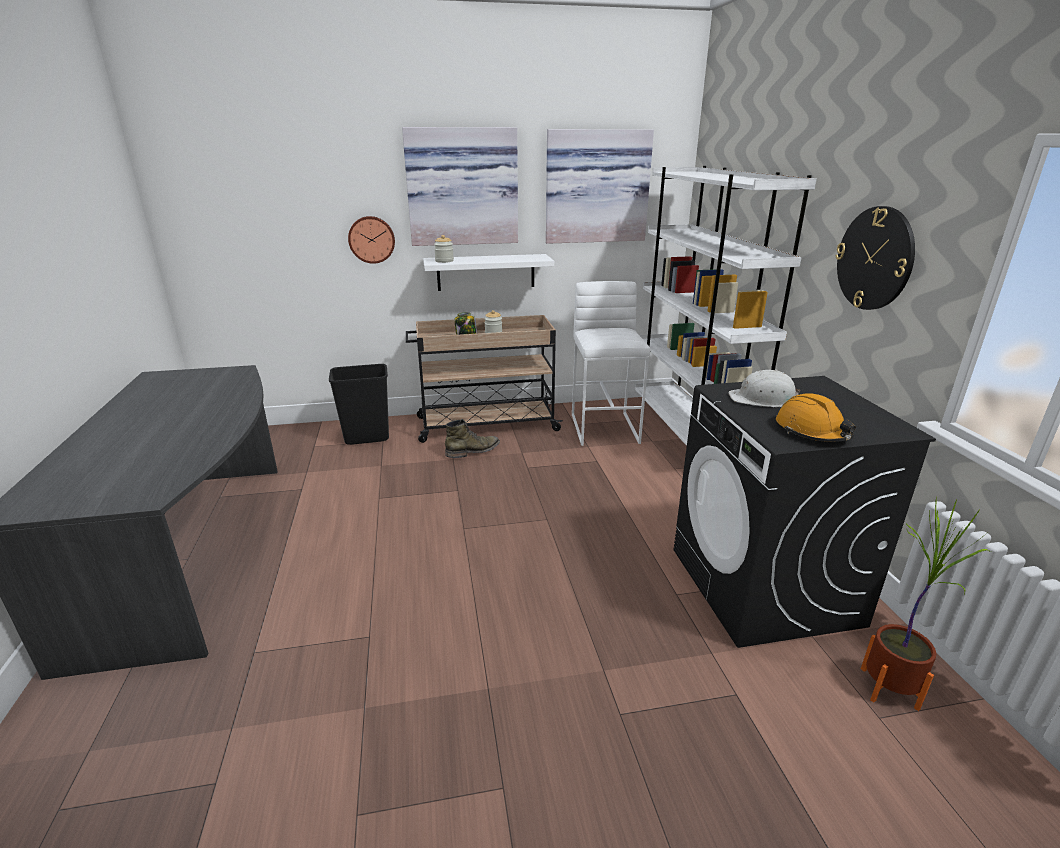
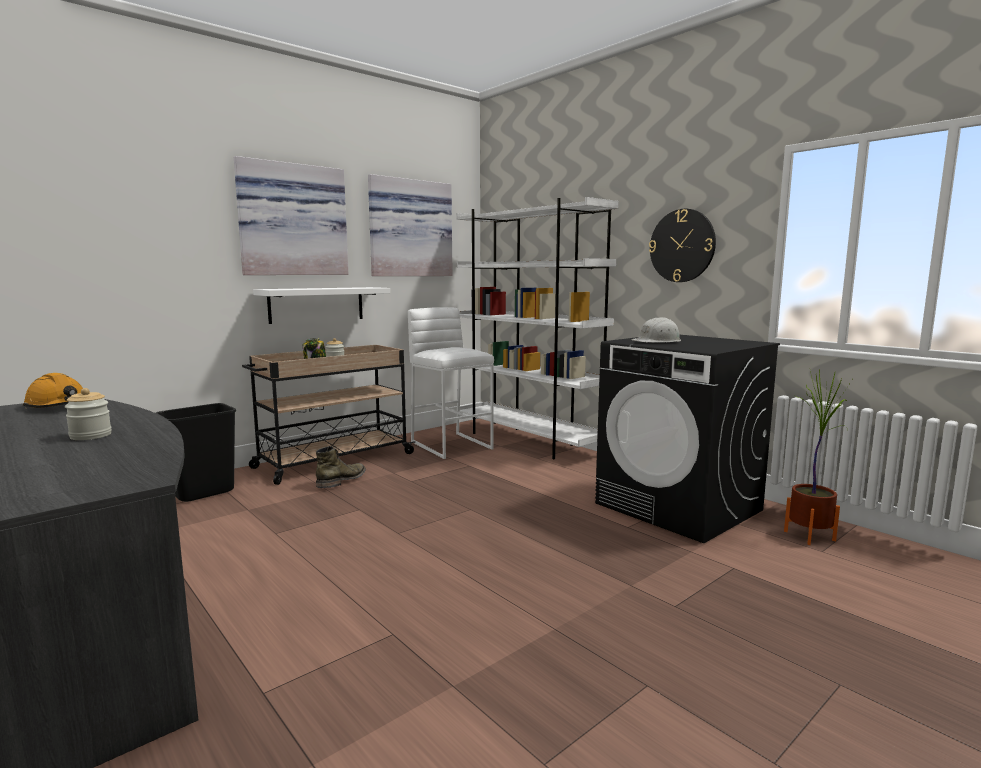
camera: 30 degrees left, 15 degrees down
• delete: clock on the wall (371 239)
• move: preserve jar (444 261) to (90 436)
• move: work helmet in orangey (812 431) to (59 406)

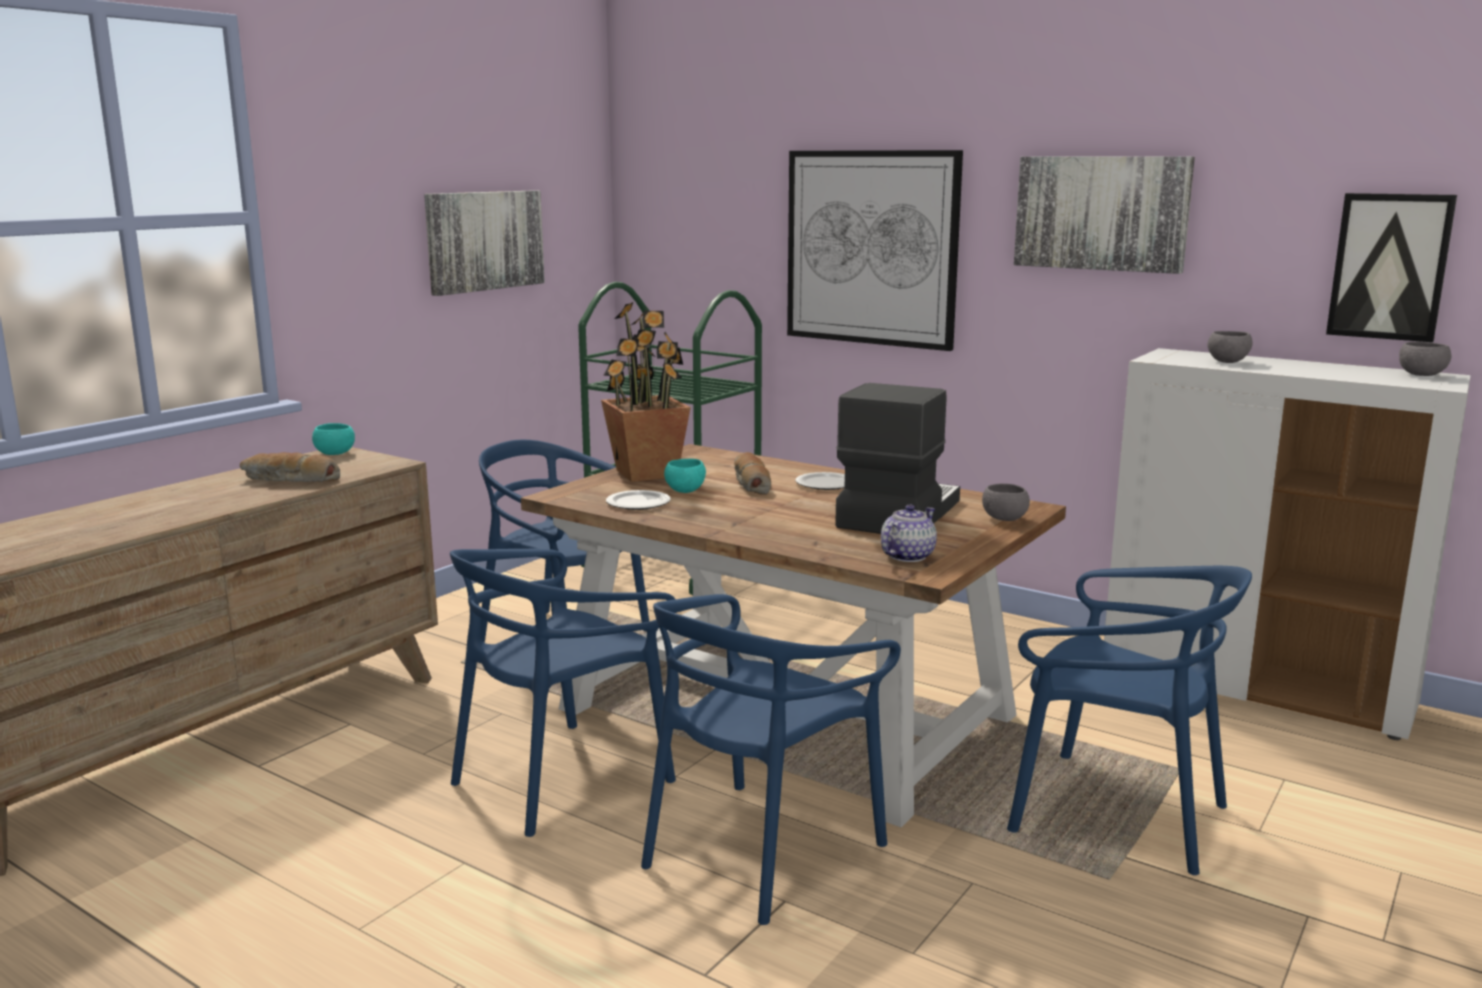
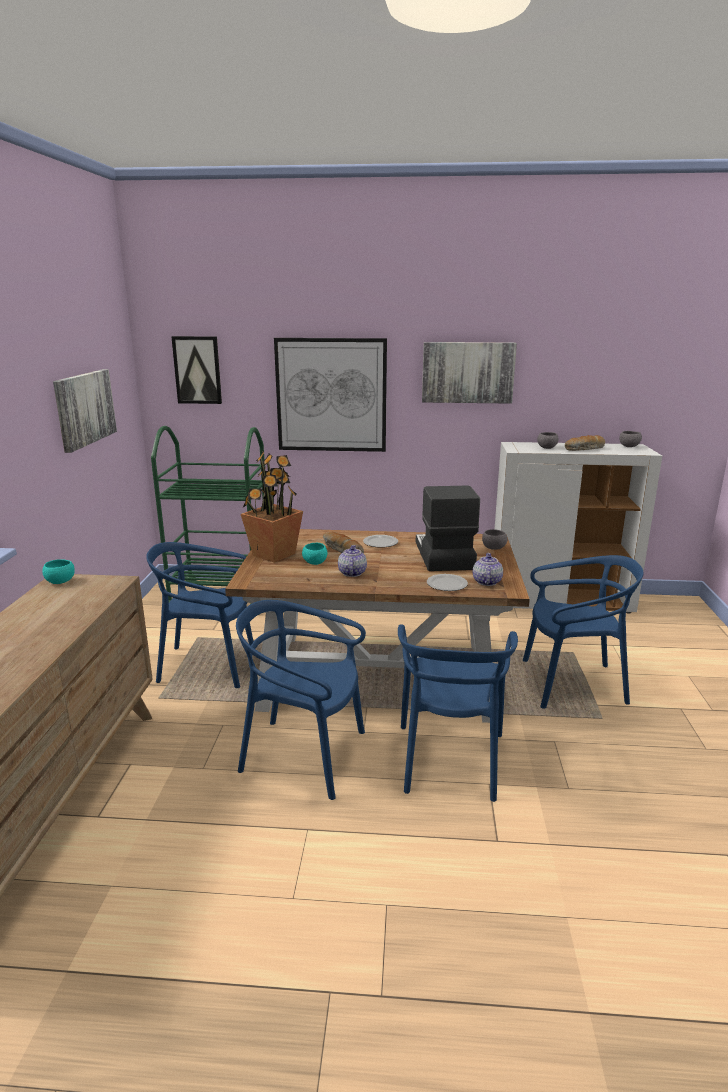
camera: 30 degrees left, 5 degrees up
• move: wall picture (1389 266) to (197 370)
• move: baked bread (290 480) to (584 449)
• move: flat dish (639 503) to (447 584)
• rotate: upright chair in bluish (561 778) = (304 755) 90 degrees clockwise
• insert: teapot (352 573)

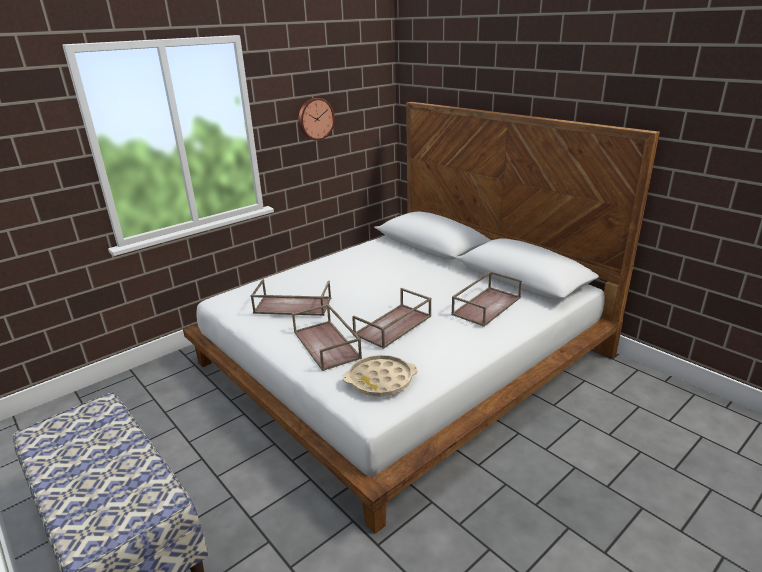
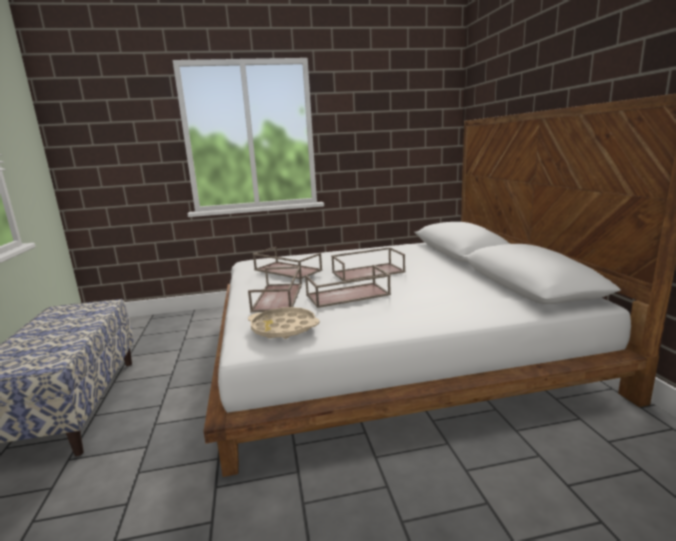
camera: 30 degrees right, 10 degrees down
• delete: clock on the wall (315 119)
• move: serving tray in brownish (486 305) to (368 272)

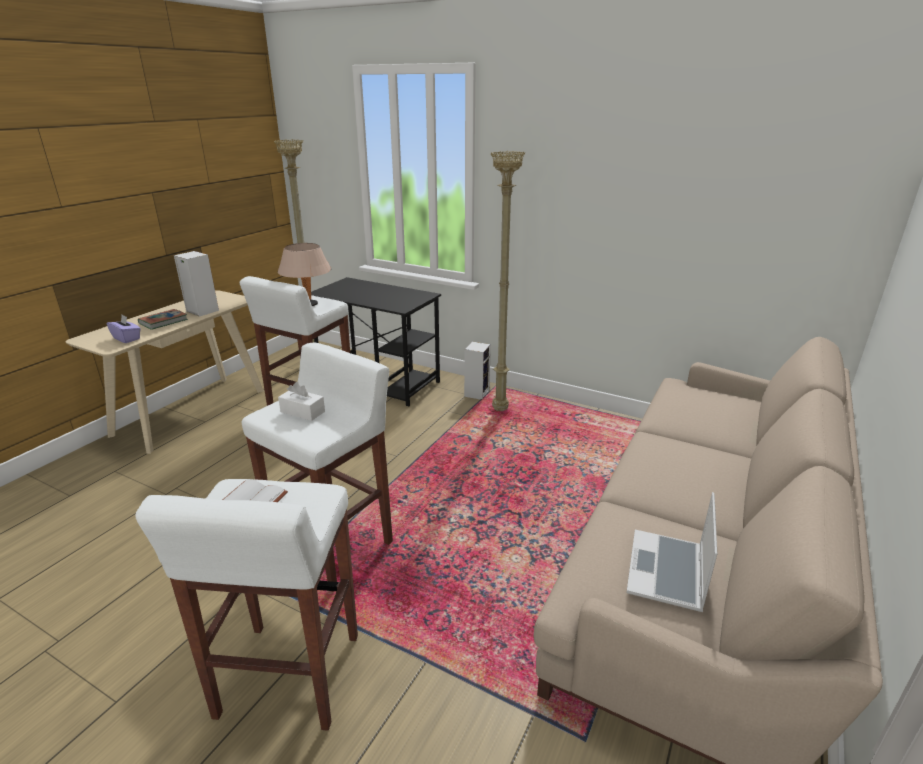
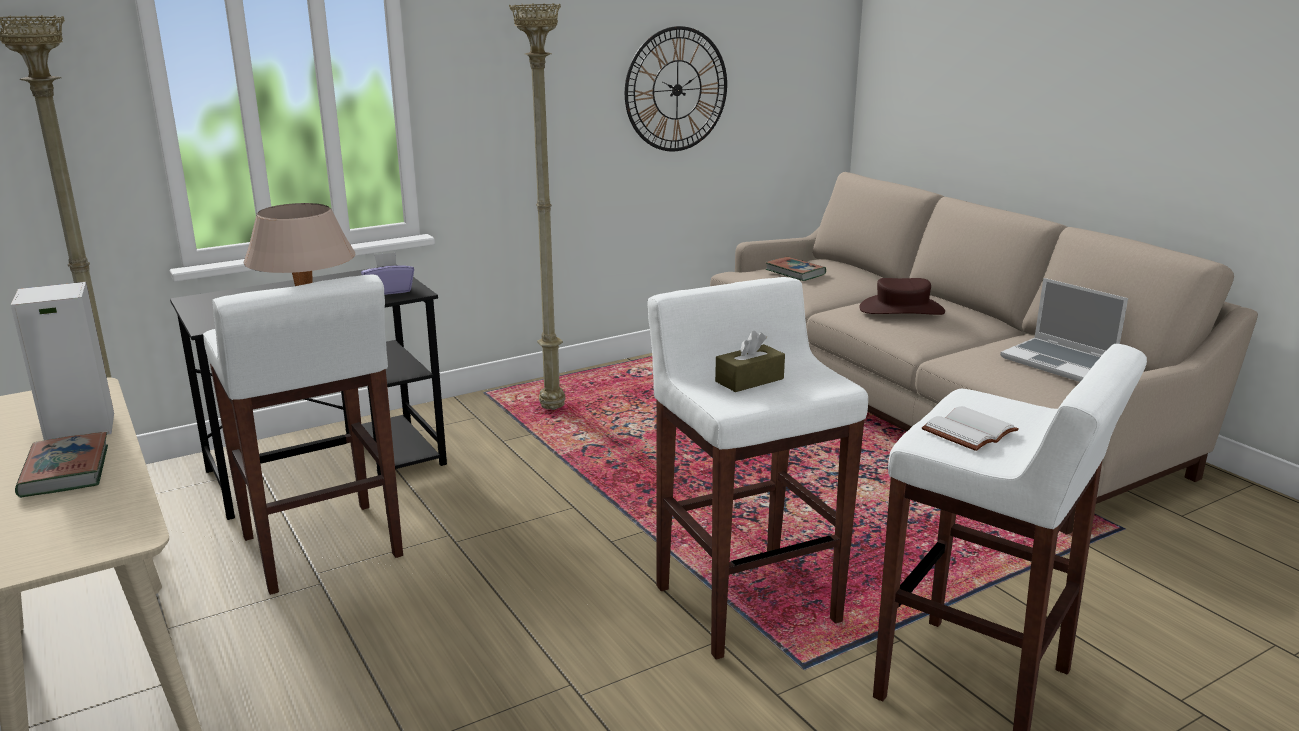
camera: 60 degrees left, 5 degrees down
• move: box of tissues in purple (127 338) to (389 291)
• delete: audio speaker (476 393)
• recolor: box of tissues in whitish (302 411) to box of tissues in brownish (749 380)
• insert: clock on the wall (676 90)
• insert: bound book (795 272)
• insert: wearable hat in brownish (901 310)

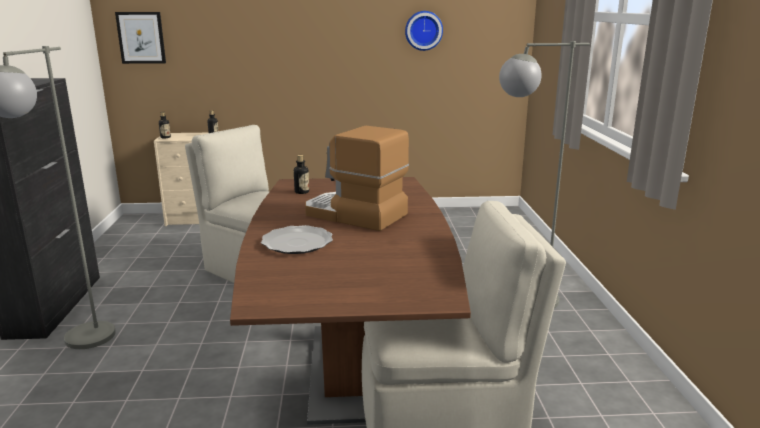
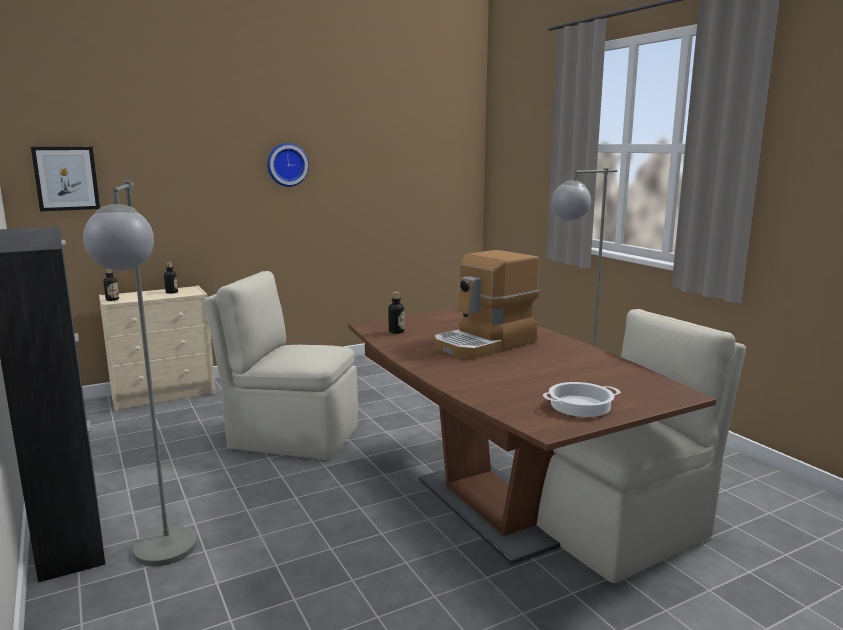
camera: 25 degrees left, 5 degrees down
• move: clock on the wall (423 30) to (286 164)
• rotate: coffee brewer (354 215) = (485 344) 45 degrees counterclockwise
• delete: flat dish (297 242)
• insert: cooking pot (580 406)

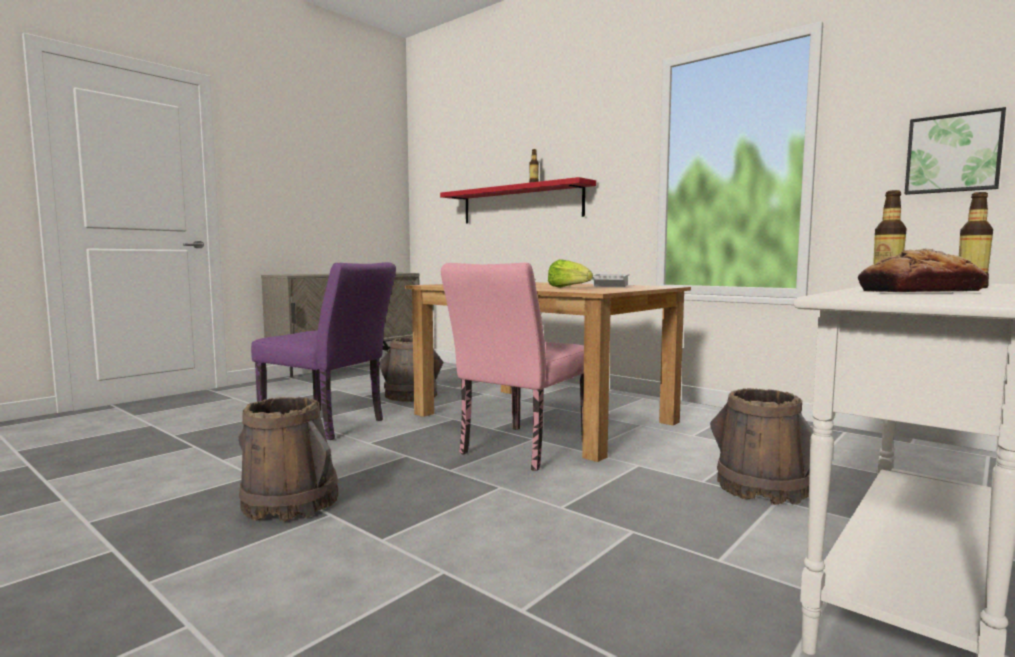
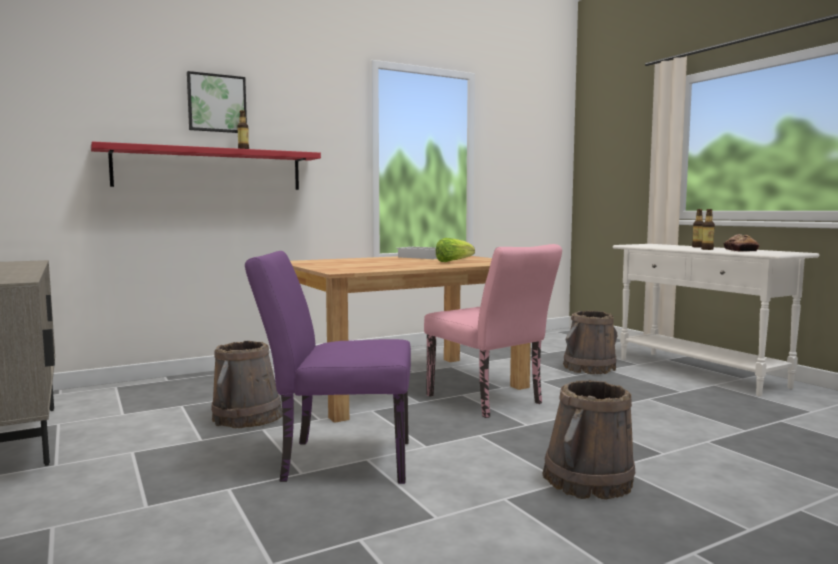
camera: 70 degrees left, 0 degrees up
• move: wall picture (953 153) to (216 103)
• rotate: upright chair in purple (330 425) = (336 460) 135 degrees counterclockwise

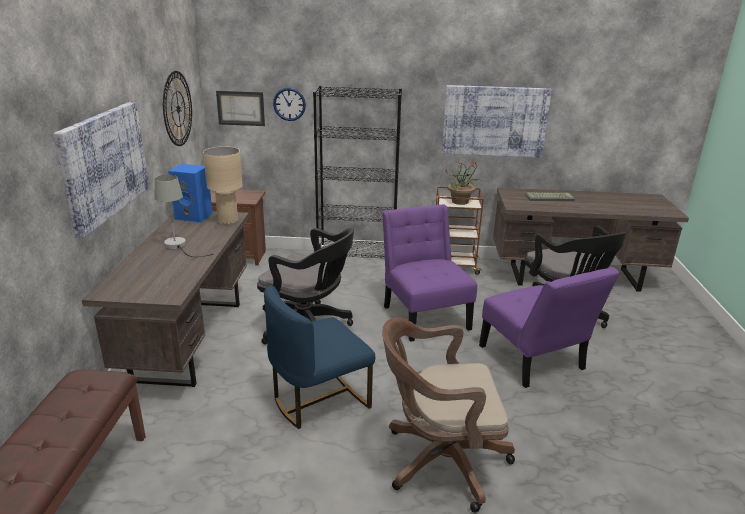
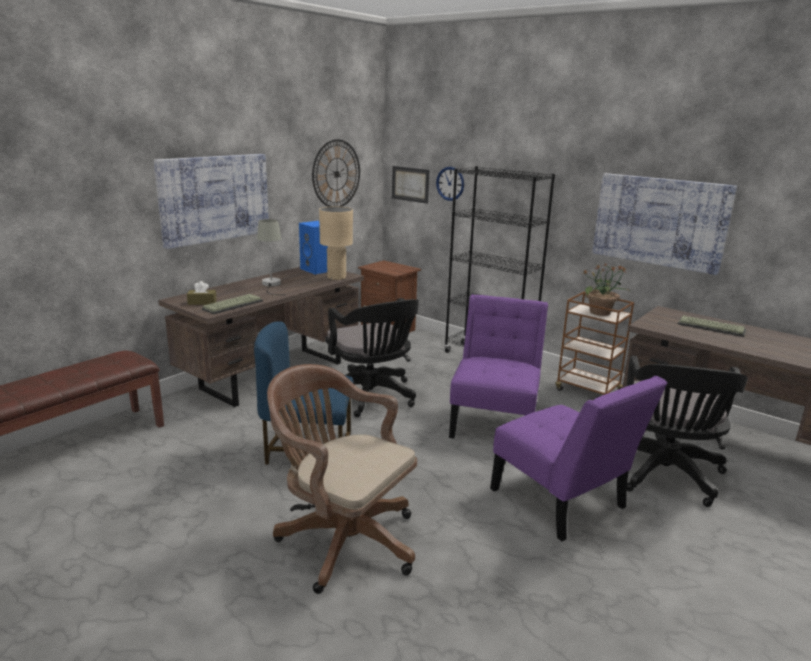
camera: 35 degrees right, 5 degrees down
• rotate: upright chair in purple (534 361) = (562 503) 45 degrees counterclockwise
• insert: box of tissues in brownish (202 302)
• insert: keyboard (233 305)

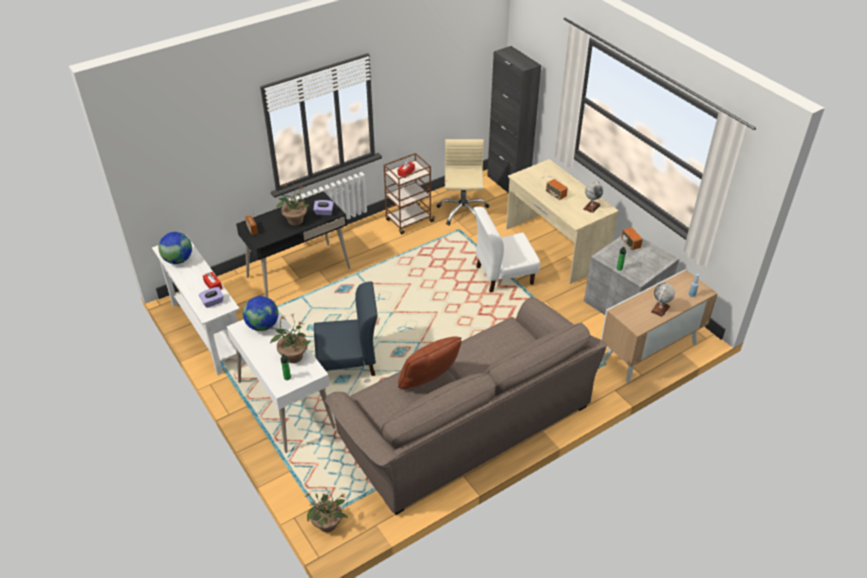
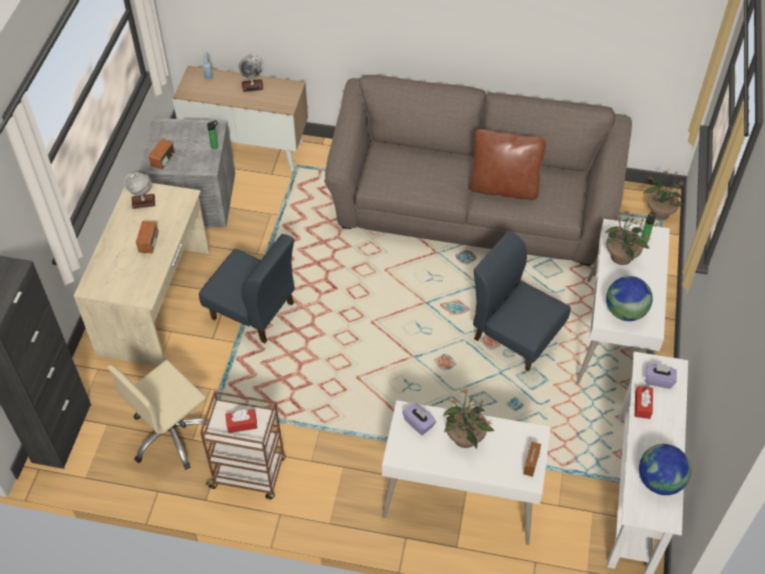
camera: 135 degrees left, 10 degrees up
• recolor: desk in black-coloured (298 273) to desk in whitish (460 499)
• recolor: upright chair in whitish (503 275) to upright chair in bluish (253 311)

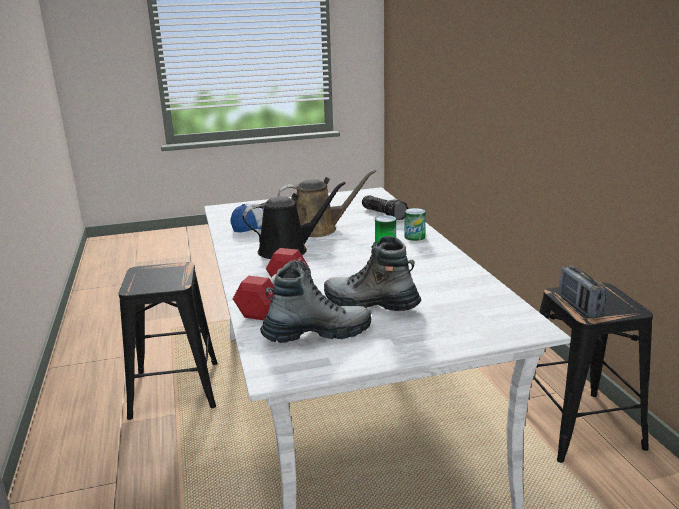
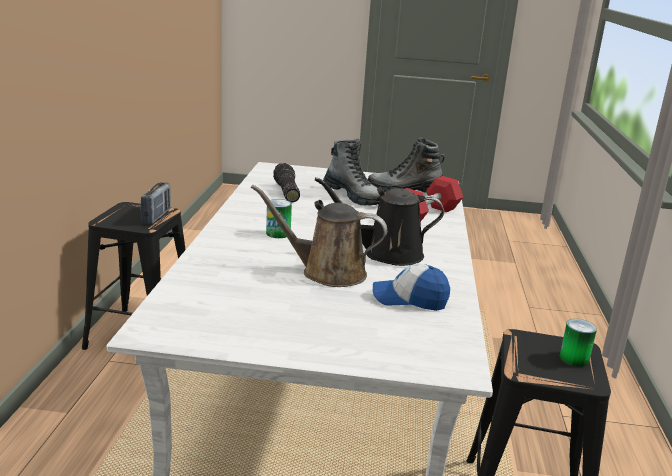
camera: 160 degrees left, 0 degrees up
• move: hand torch (384 214) to (286 192)
• move: can (414 237) to (574 358)

